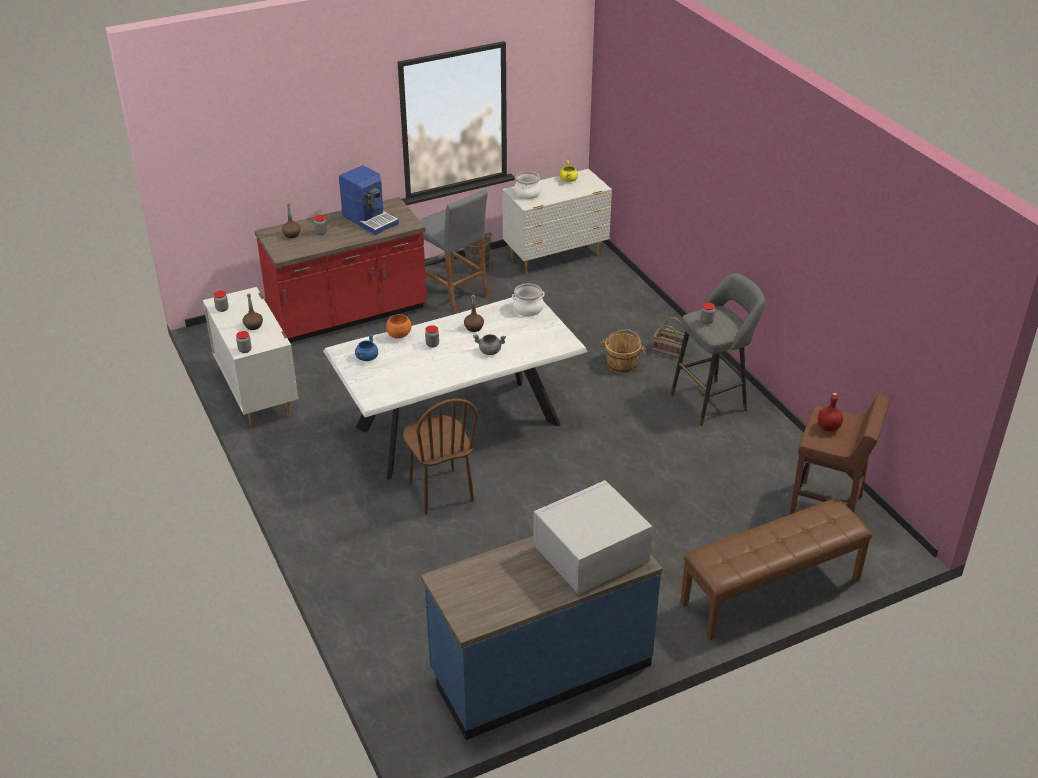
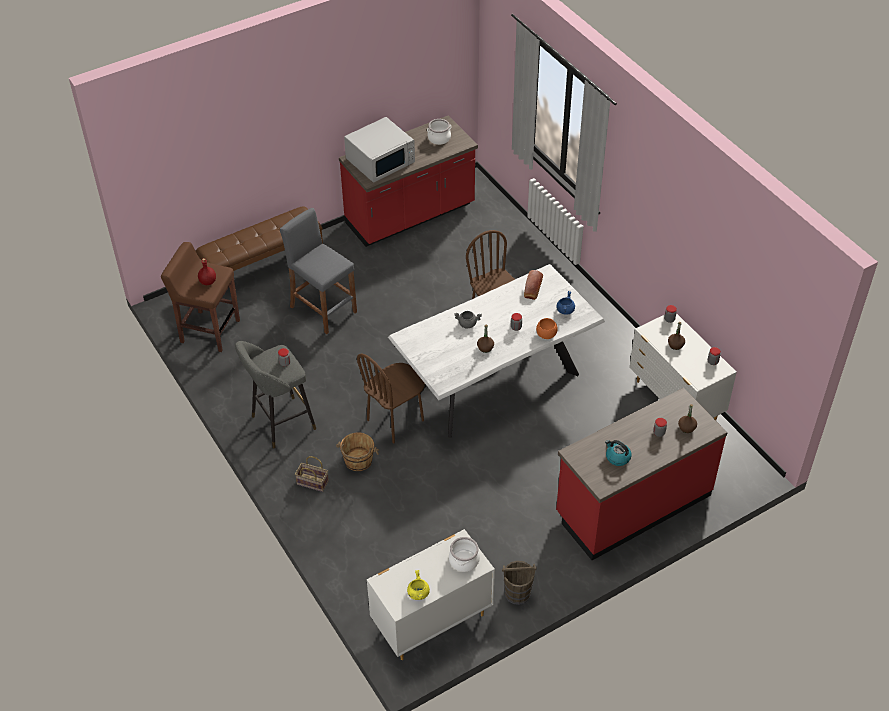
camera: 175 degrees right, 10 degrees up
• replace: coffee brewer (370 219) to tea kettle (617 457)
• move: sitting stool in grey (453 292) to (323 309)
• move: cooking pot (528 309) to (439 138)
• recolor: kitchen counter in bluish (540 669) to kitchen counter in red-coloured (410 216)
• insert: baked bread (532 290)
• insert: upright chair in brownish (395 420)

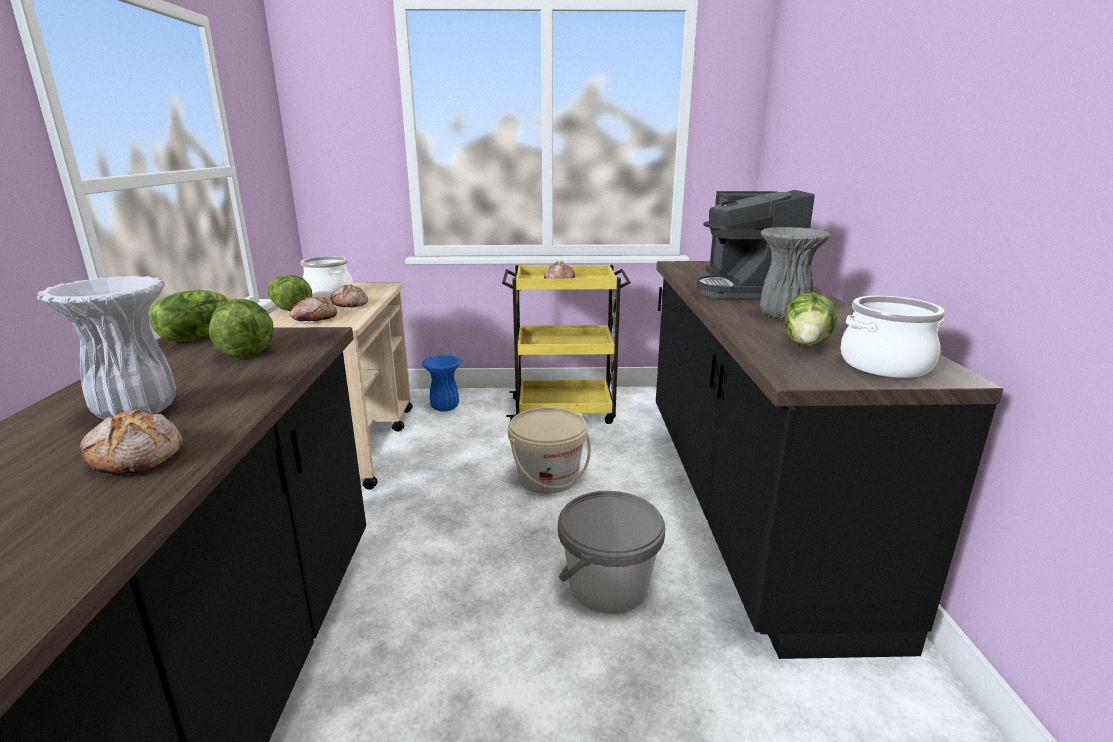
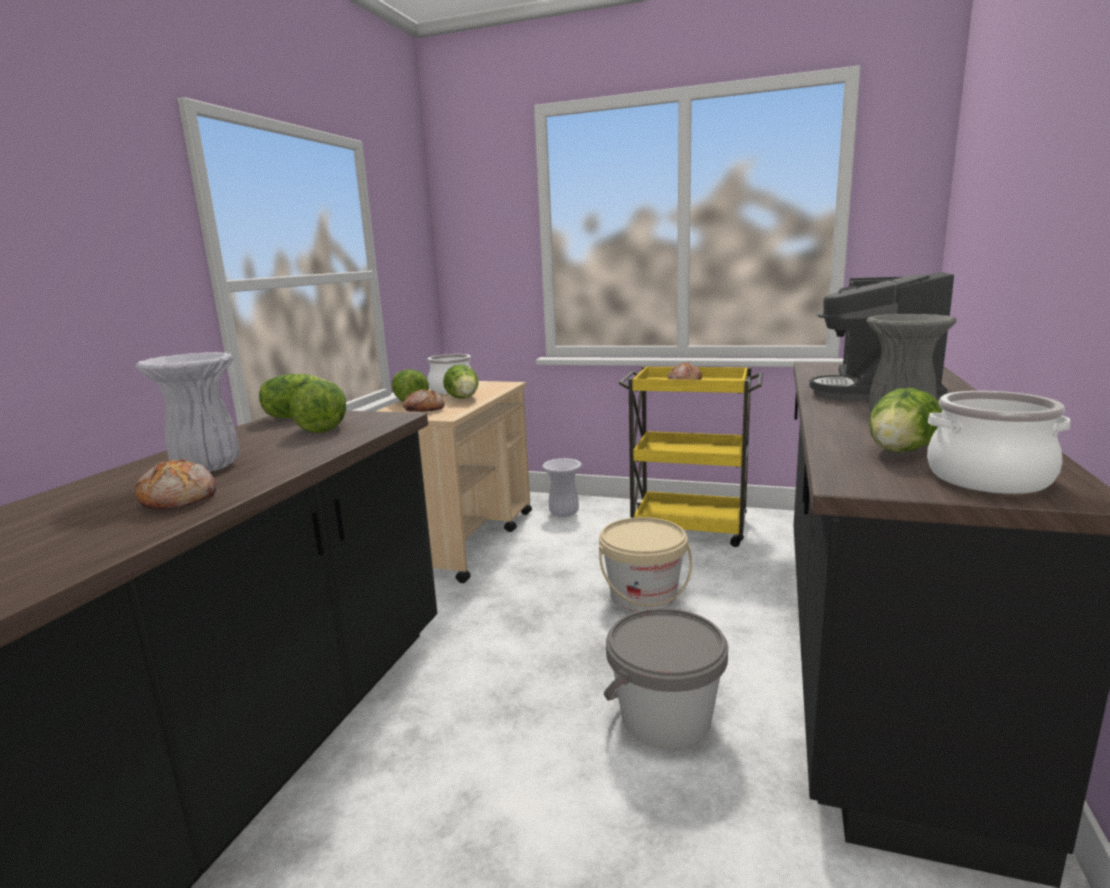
camera: 20 degrees right, 5 degrees down
• replace: baked bread (350 304) to head of lettuce (464 399)
• recolor: flower vase in bluish (445 407) to flower vase in whitish (564 513)

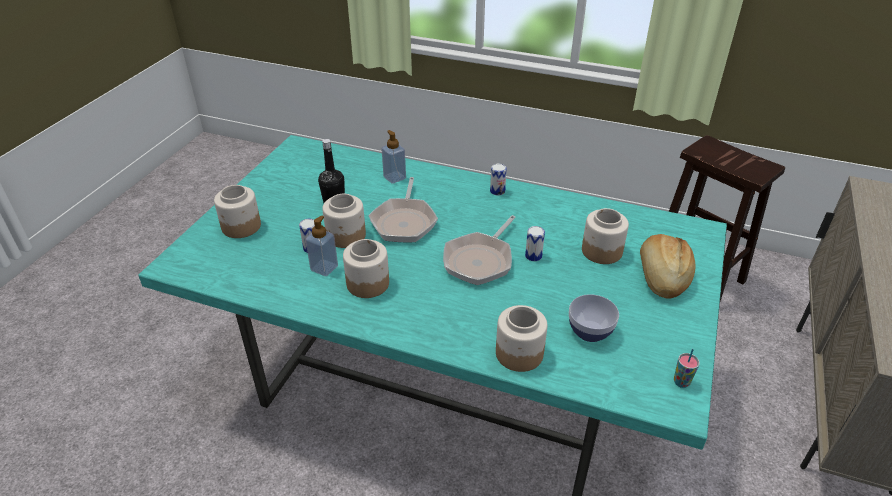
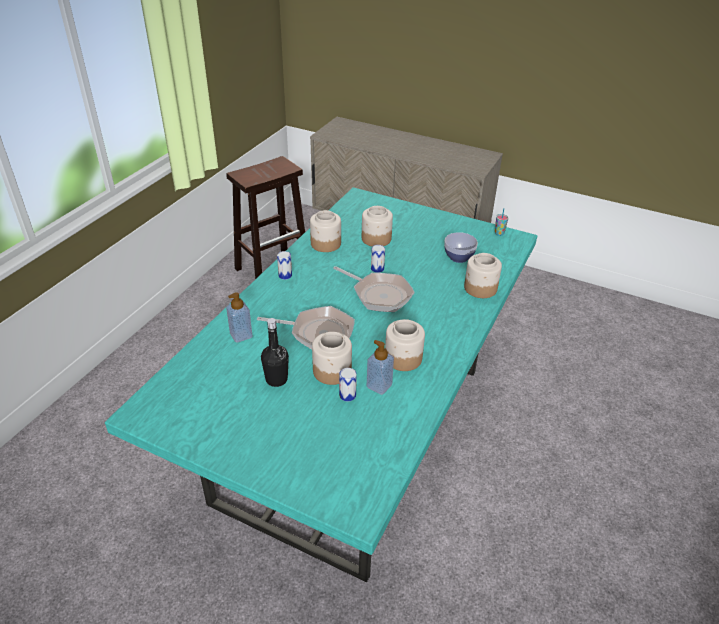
camera: 85 degrees left, 0 degrees up
• move: preserve jar (241 227) to (326 244)
• delete: baked bread (661 276)

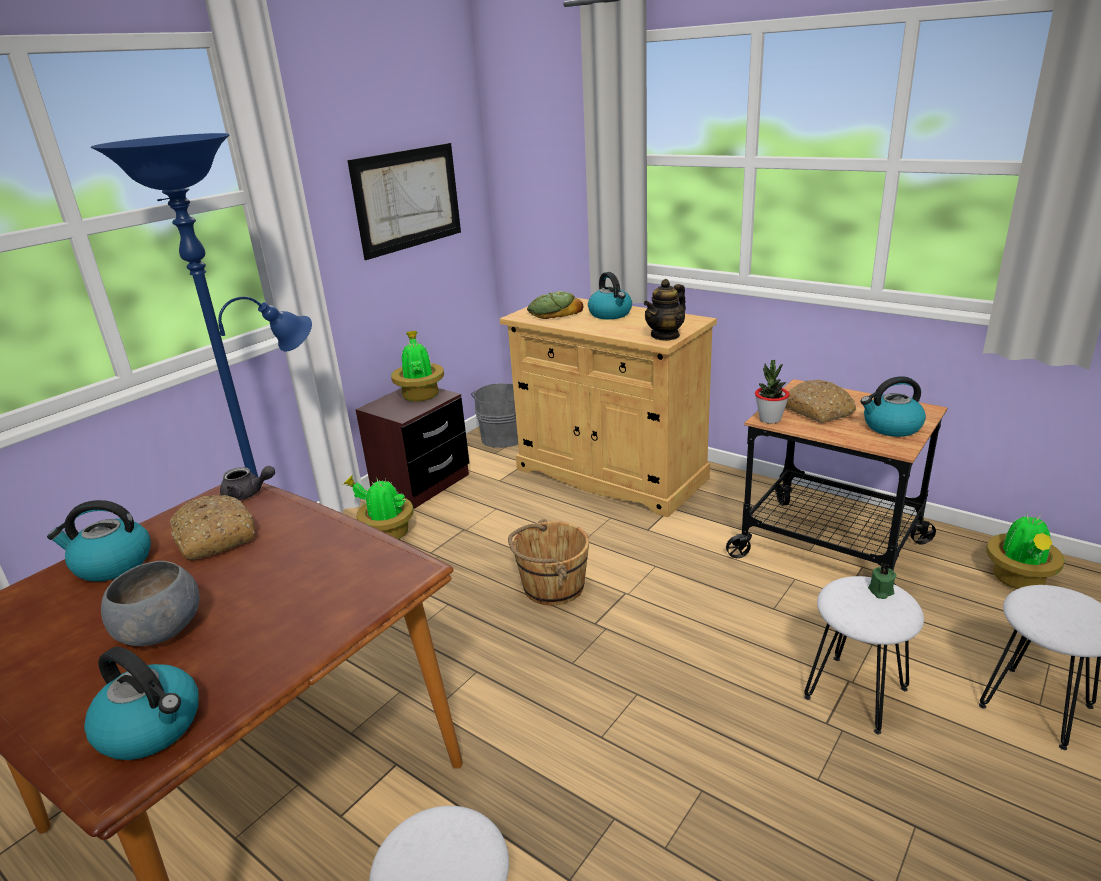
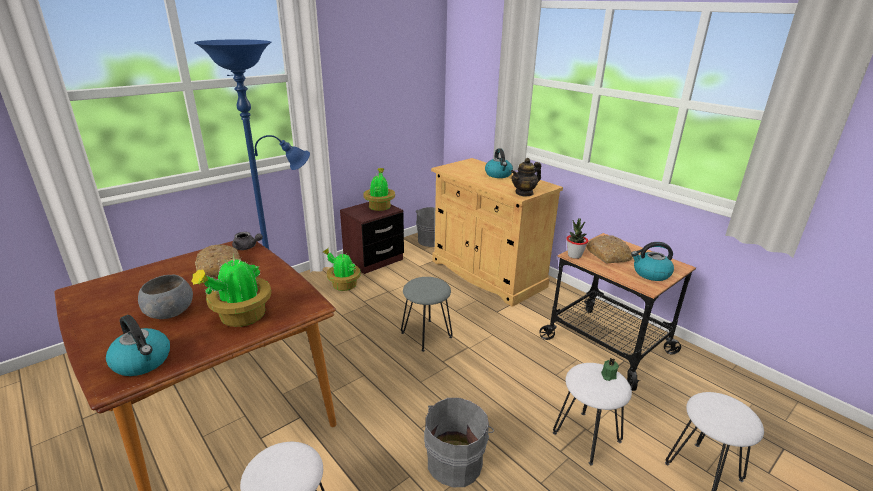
camera: 10 degrees right, 0 degrees up
• delete: wall picture (408 199)
• delete: baked bread (554 312)
• delete: tea kettle (112 564)
• move: plant in a pot (1018 580) to (241 317)
• replace: pail in brownish (552 586) to sitting stool in grey (426 334)
• insert: pail in grey (456 461)

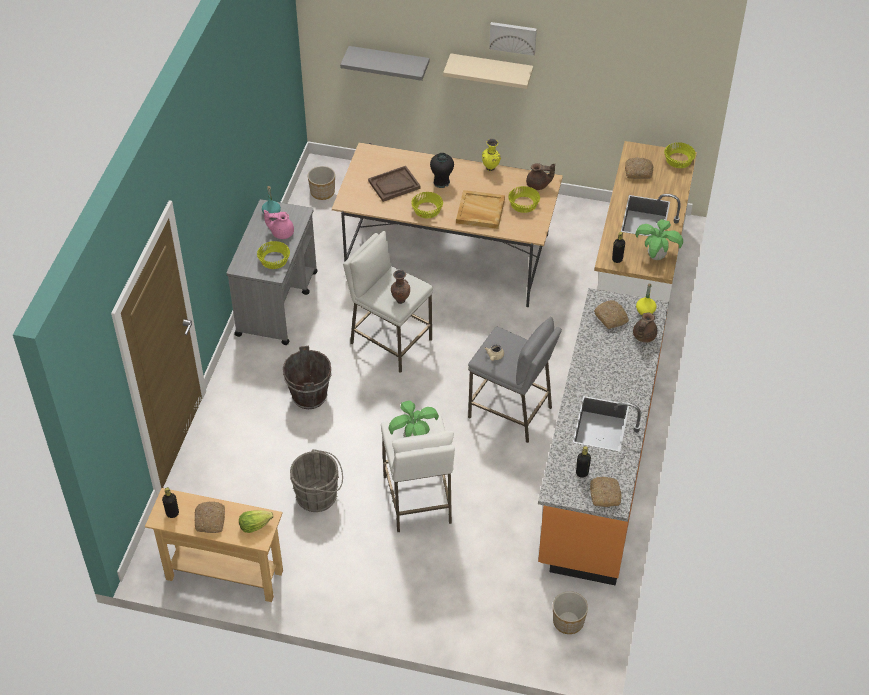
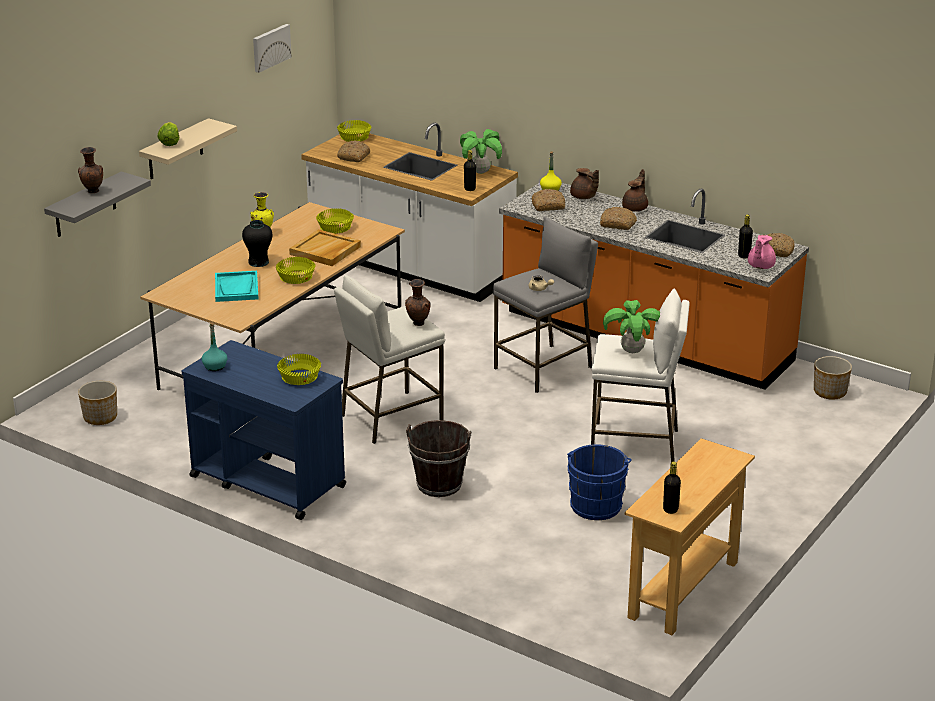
camera: 70 degrees left, 20 degrees down
• move: wall picture (513 37) to (270 47)
• move: teapot in brownish (538 185) to (635 208)
• recolor: serving tray in brownish (394 185) to serving tray in turquoise-coloured (236 288)
• recolor: trolley in grey (277 303) to trolley in bluish (267 481)
• move: teapot in pink-coloured (281 232) to (760 266)
• recolor: pail in grey (319 496) to pail in bluish (596 504)
• move: baked bread (210 520) to (618 224)
• move: head of lettuce (254 525) to (169 143)
• insert: flower vase in brownish (92 192)

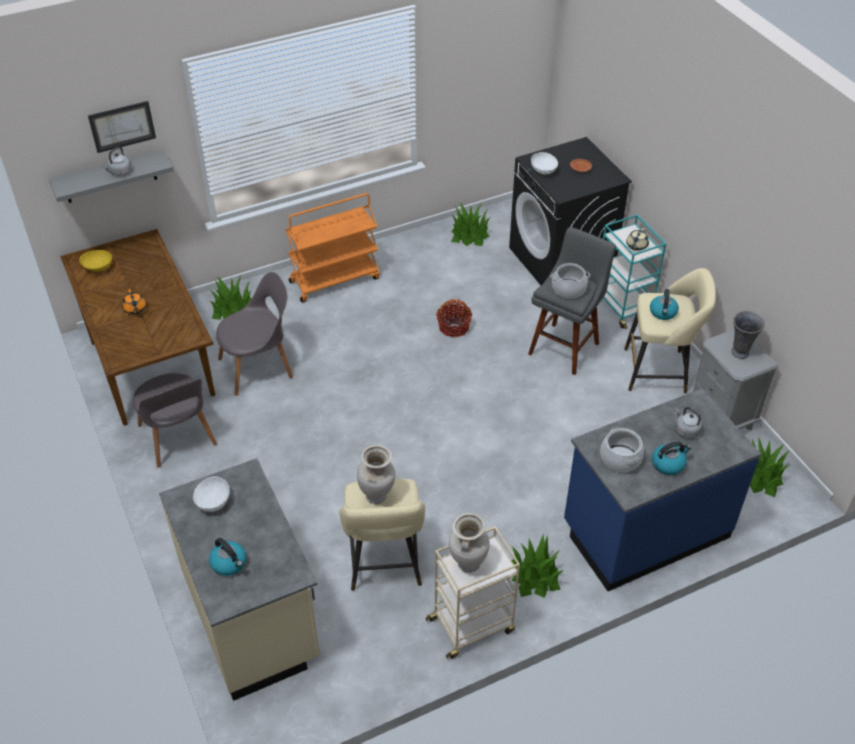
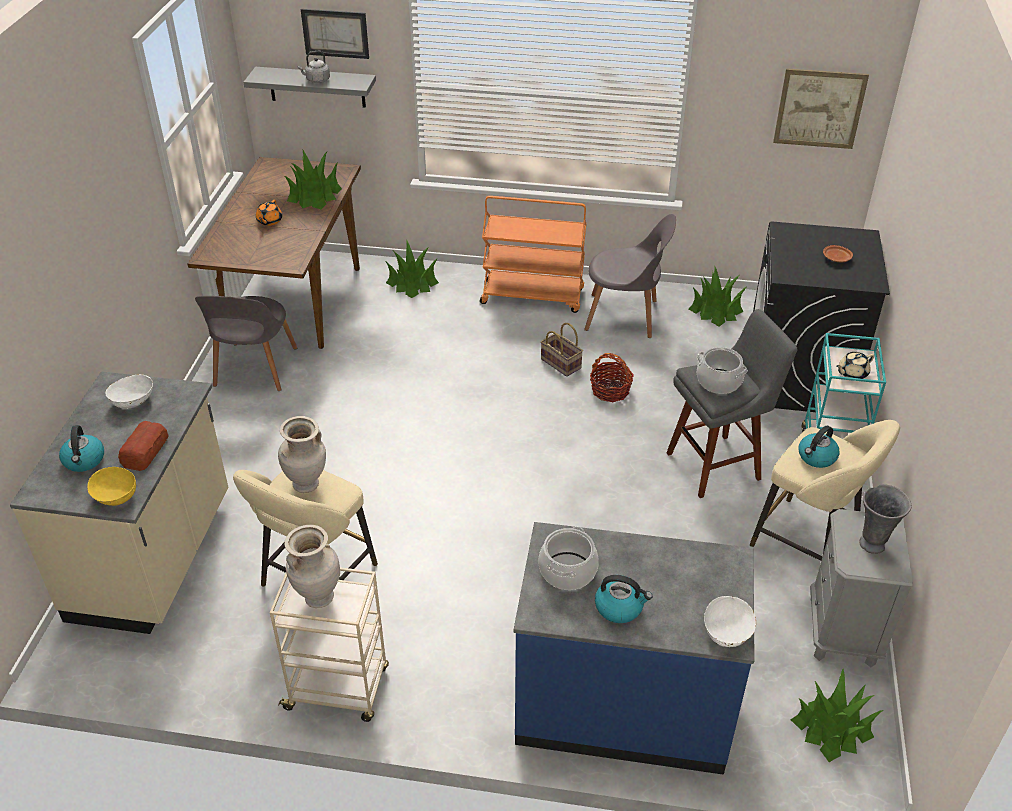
camera: 35 degrees right, 5 degrees down
• move: bowl in whitish (544 170) to (727 633)
• move: bowl in yellow-coloured (98 268) to (115 497)
• move: upright chair in grey (259 367) to (625 316)
• delete: tea kettle in grey (686 430)
• move: plant in a pot (535 575) to (314 195)
• insert: wall picture (819 108)
• insert: storage basket (562 364)
• insert: baked bread (146 451)

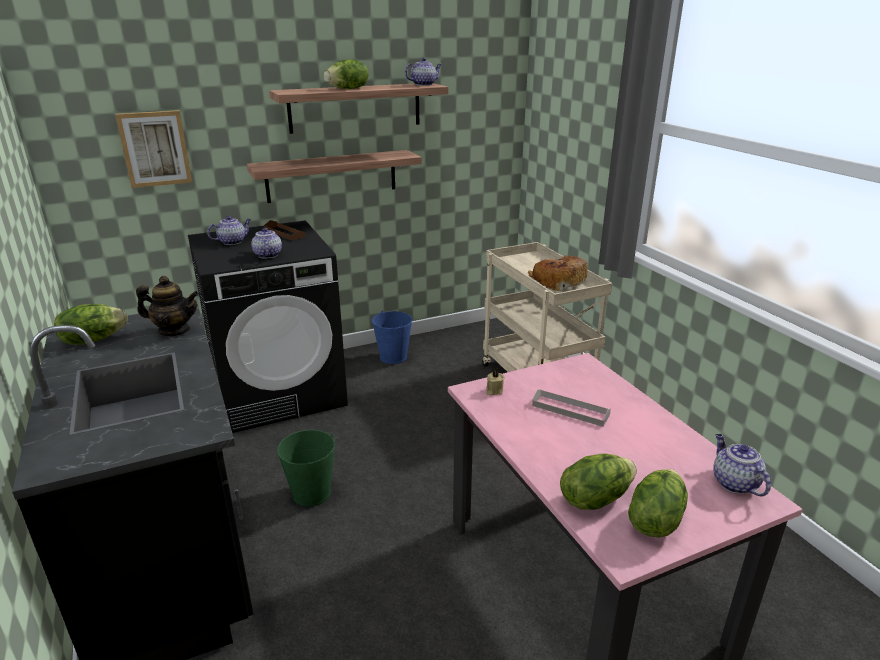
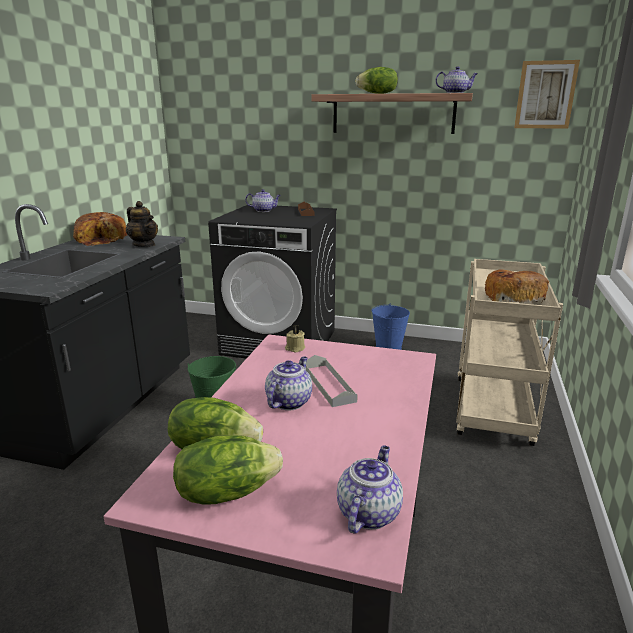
camera: 40 degrees right, 5 degrees down
• move: wall picture (155 148) to (545 95)
• delete: bracket shelf (332 176)
• move: teapot (267 255) to (289 401)
• replace: head of lettuce (93 340) to baked bread (103 239)

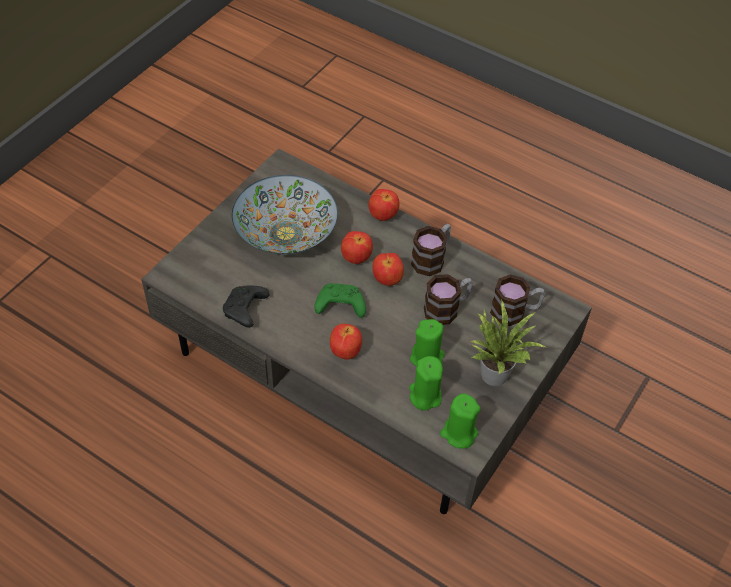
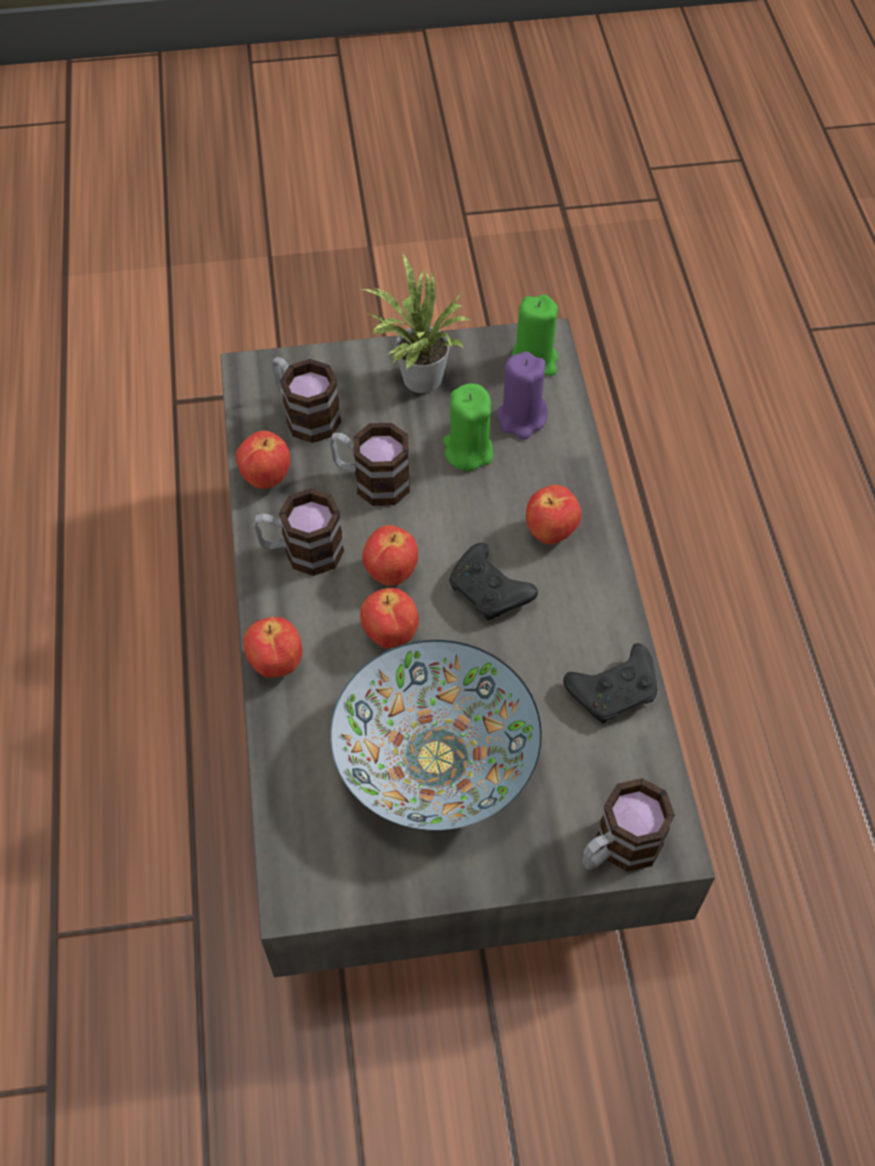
camera: 130 degrees left, 5 degrees up
• recolor: game controller in green-coloured (339 306) to game controller in black-coloured (490 592)
• recolor: candle in green-coloured (425 395) to candle in purple (521 418)
• insert: apple fruit (266 478)
• insert: coffee mug (618 848)

